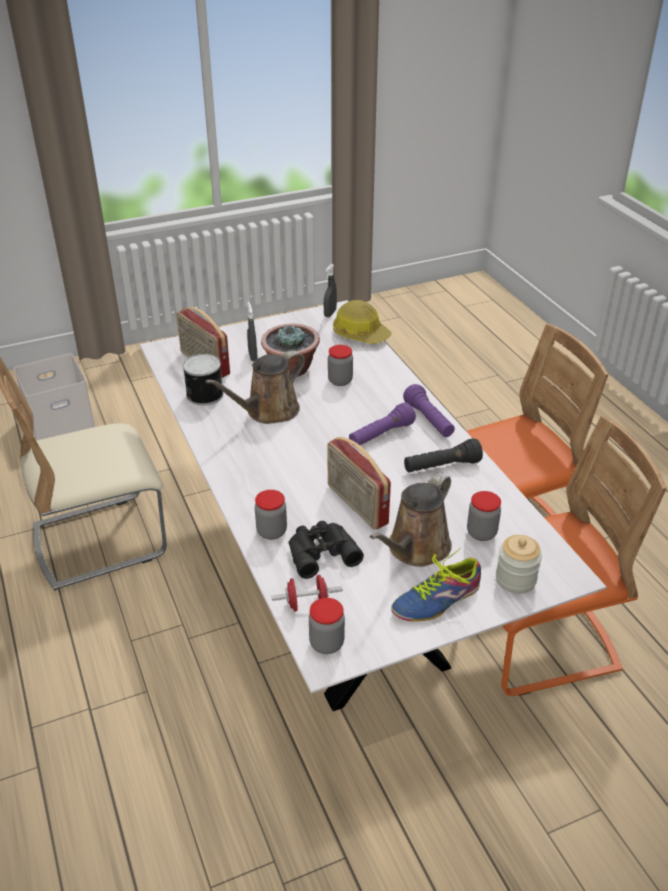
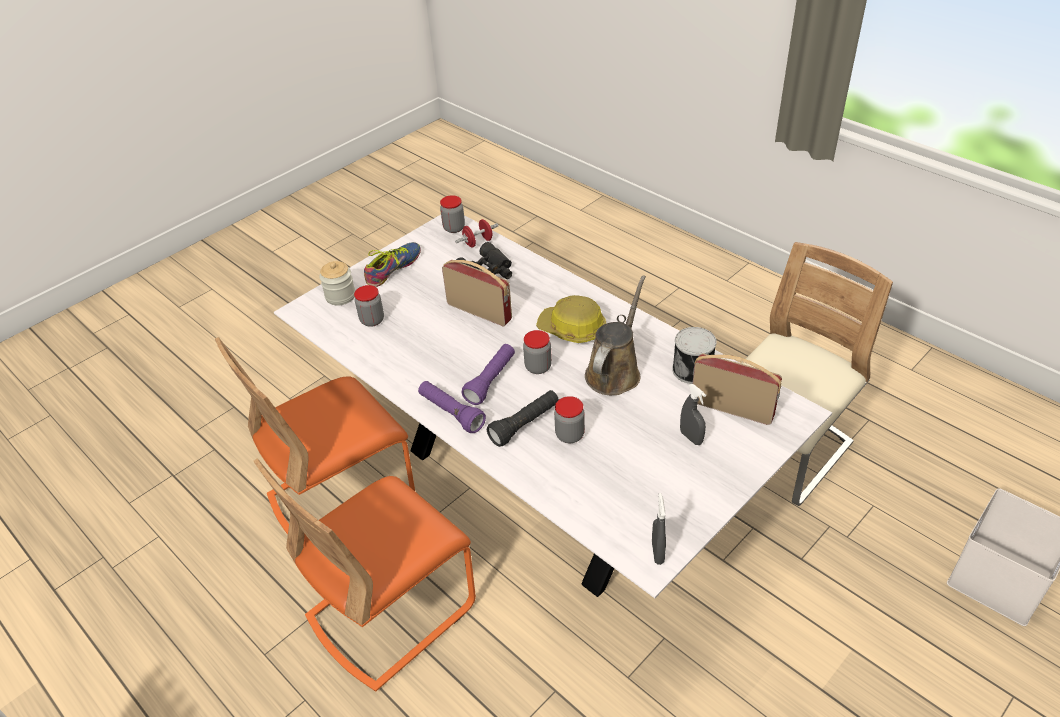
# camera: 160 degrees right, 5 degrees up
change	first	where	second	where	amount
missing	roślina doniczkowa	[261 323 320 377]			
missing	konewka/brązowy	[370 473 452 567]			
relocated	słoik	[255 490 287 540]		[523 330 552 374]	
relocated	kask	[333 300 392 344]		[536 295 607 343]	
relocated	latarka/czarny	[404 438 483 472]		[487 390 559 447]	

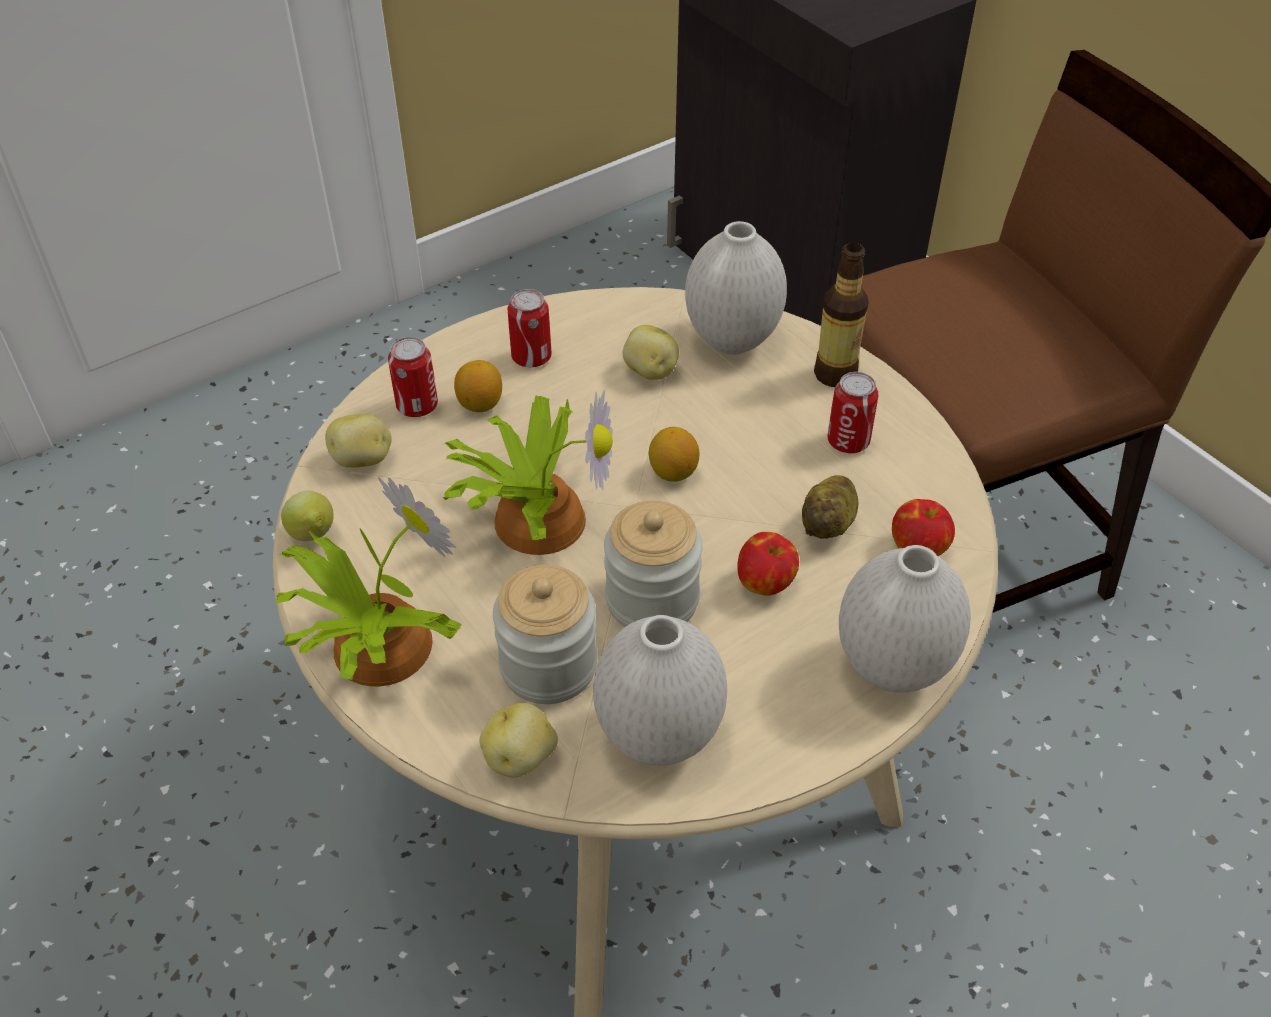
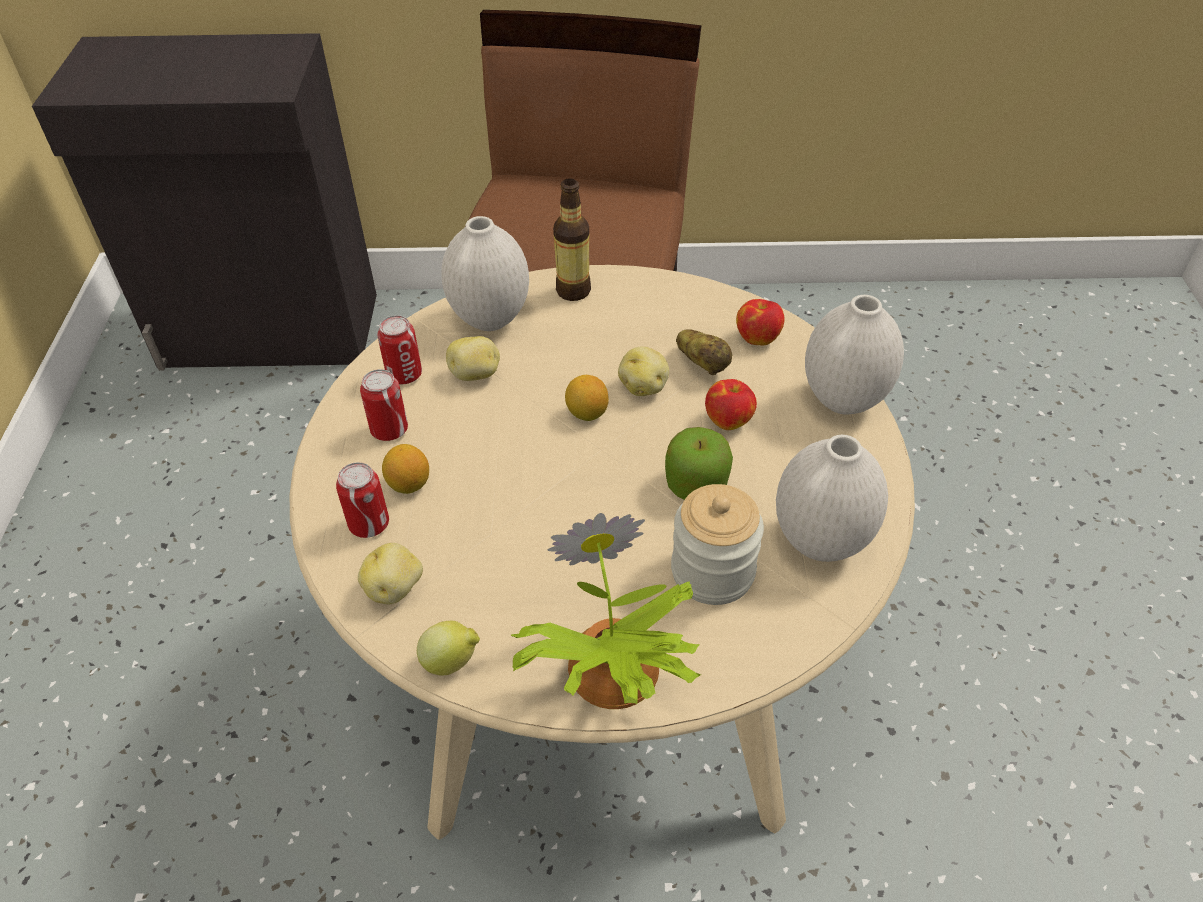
# camera: 55 degrees left, 0 degrees up
change	first	where	second	where	amount
missing	roślina doniczkowa	[443 390 613 555]			
relocated	ziemniak	[479 703 558 778]		[618 347 669 396]	
relocated	puszka	[827 372 878 453]		[377 315 422 384]	
exchanged	słoik	[604 500 703 627]	jabłko	[665 427 733 500]	

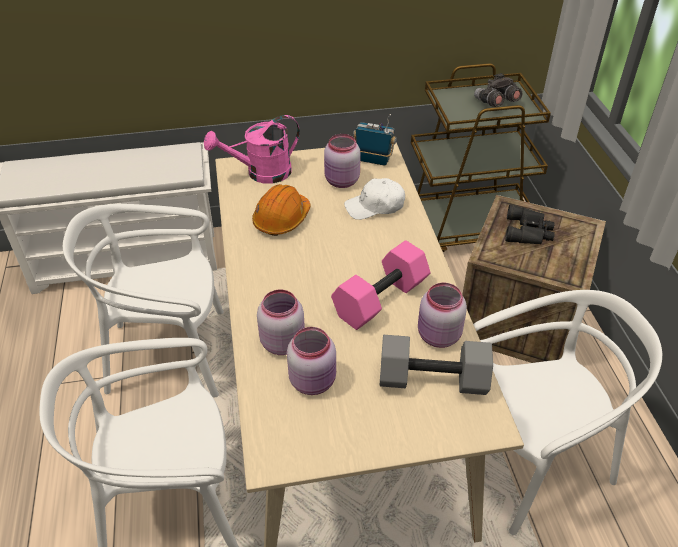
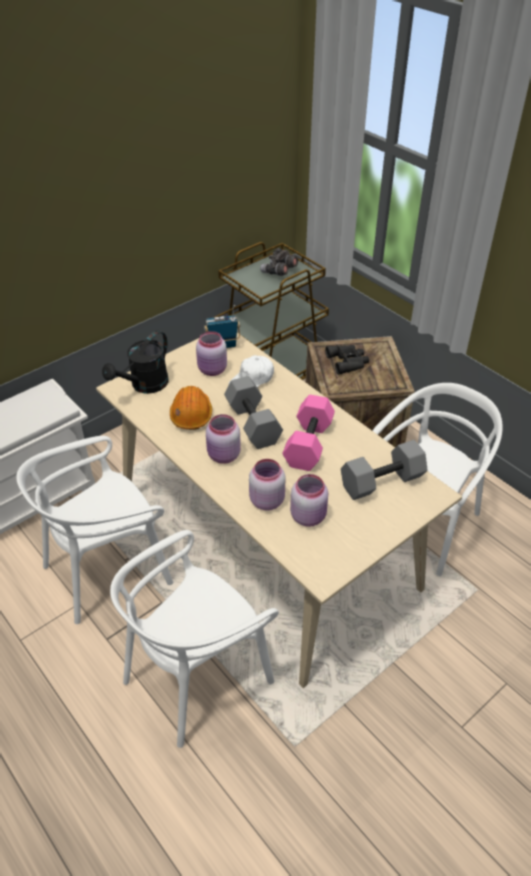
# camera: 30 degrees left, 0 degrees up
change	first	where	second	where	amount
appeared			hantel/szary	[224 376 283 449]	
relocated	słoik/różowy	[418 283 467 348]		[206 414 241 464]	
colour	konewka/różowy	[204 115 300 184]	konewka/czarny	[102 331 169 394]	

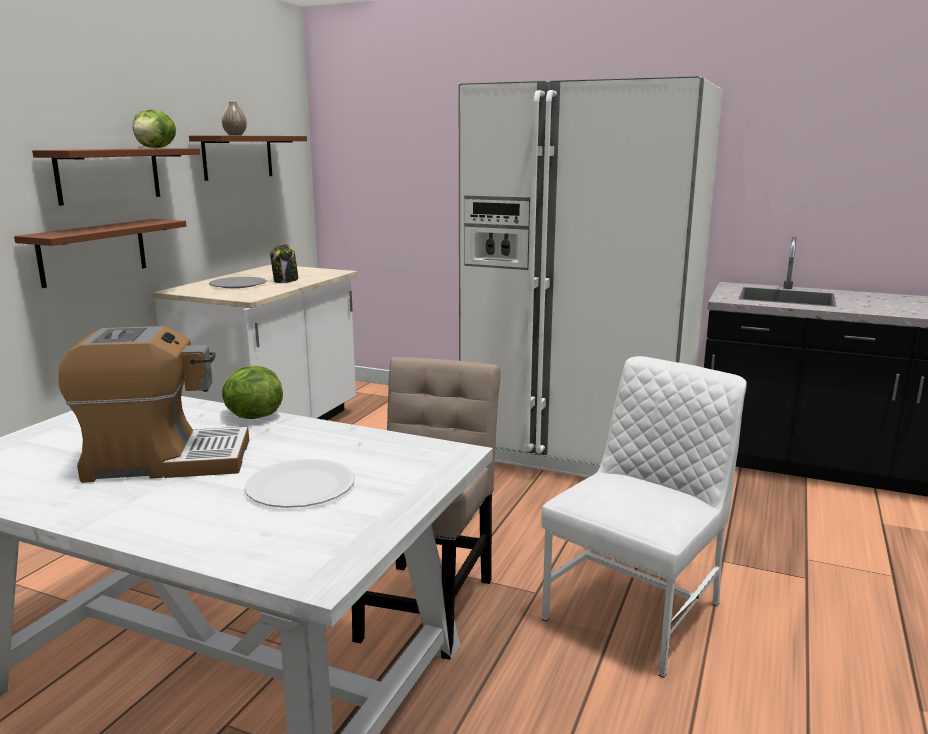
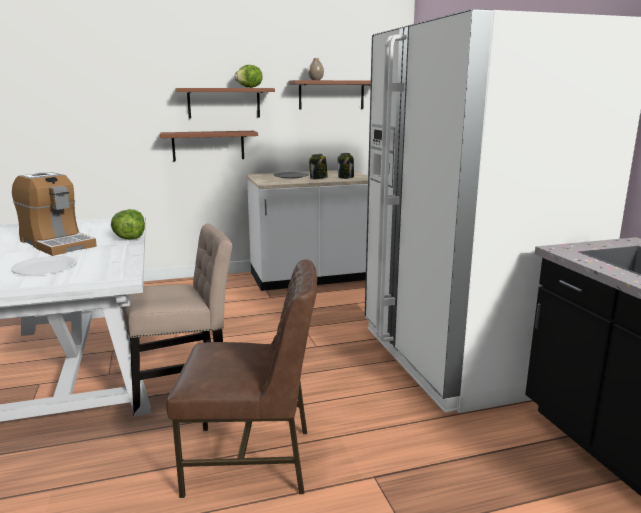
# camera: 50 degrees right, 0 degrees up
change	first	where	second	where	amount
appeared			słoik	[338 153 354 179]	
colour	krzesło/biały	[541 356 747 678]	krzesło/brązowy	[166 260 317 498]	

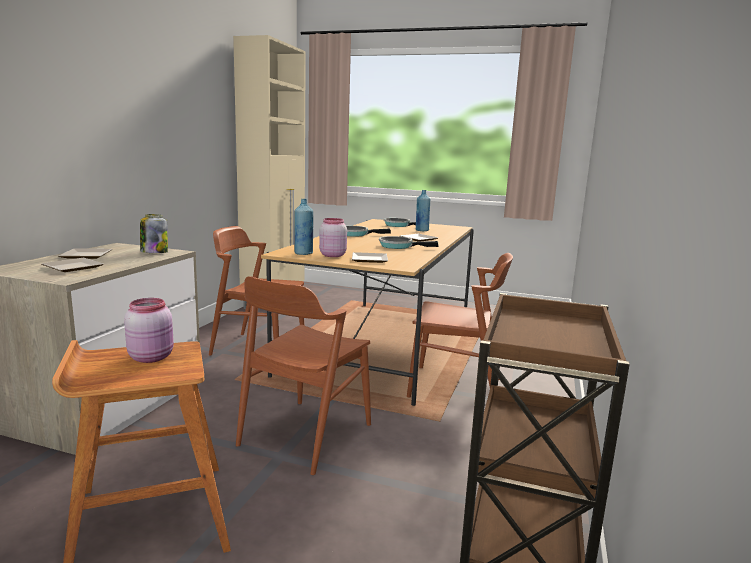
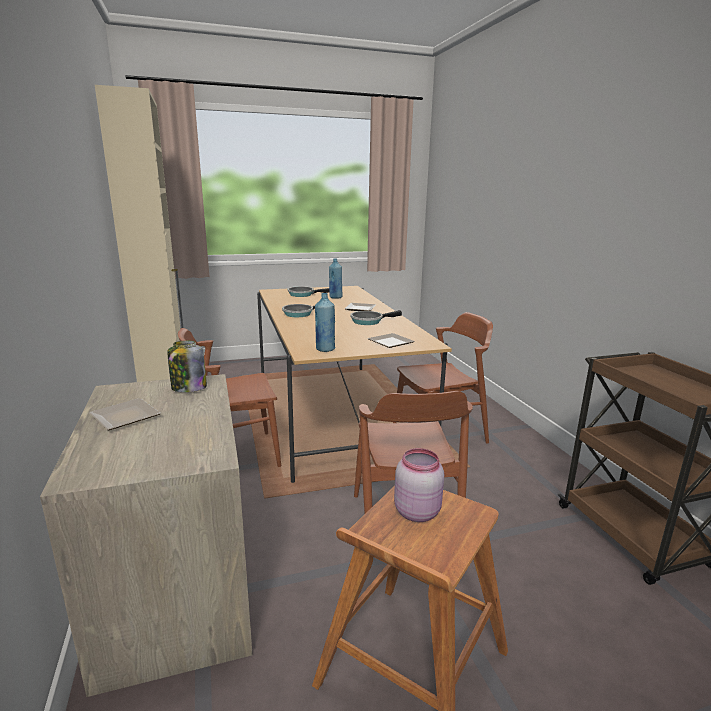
# camera: 35 degrees left, 5 degrees up
change	first	where	second	where	amount
missing	talerz	[42 258 104 272]			
missing	słoik/różowy	[319 218 347 257]			

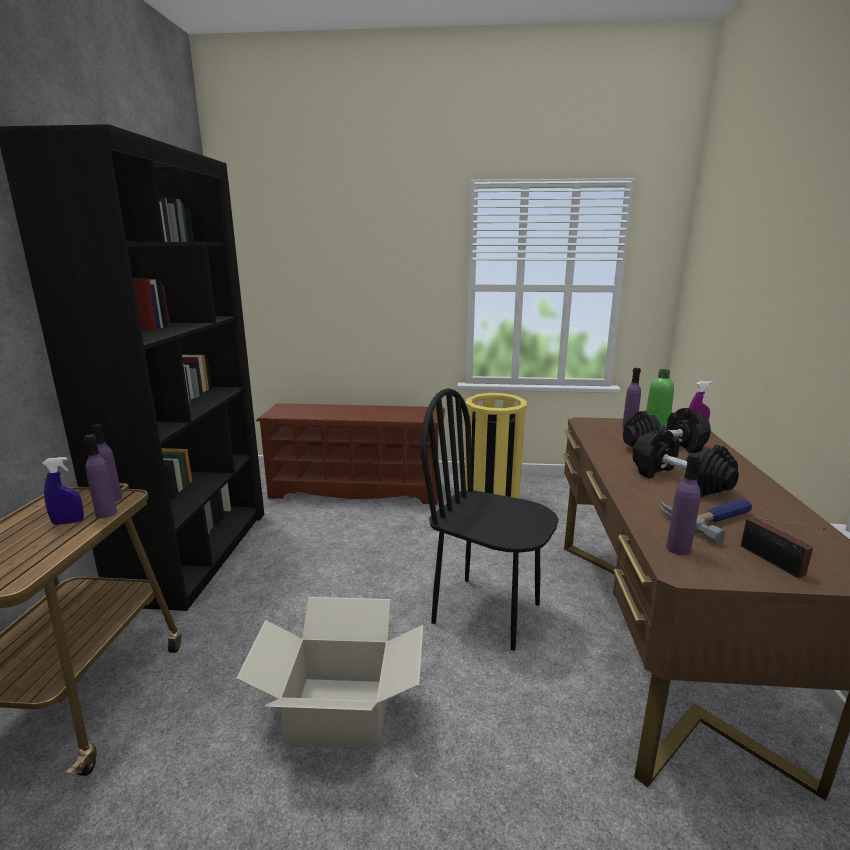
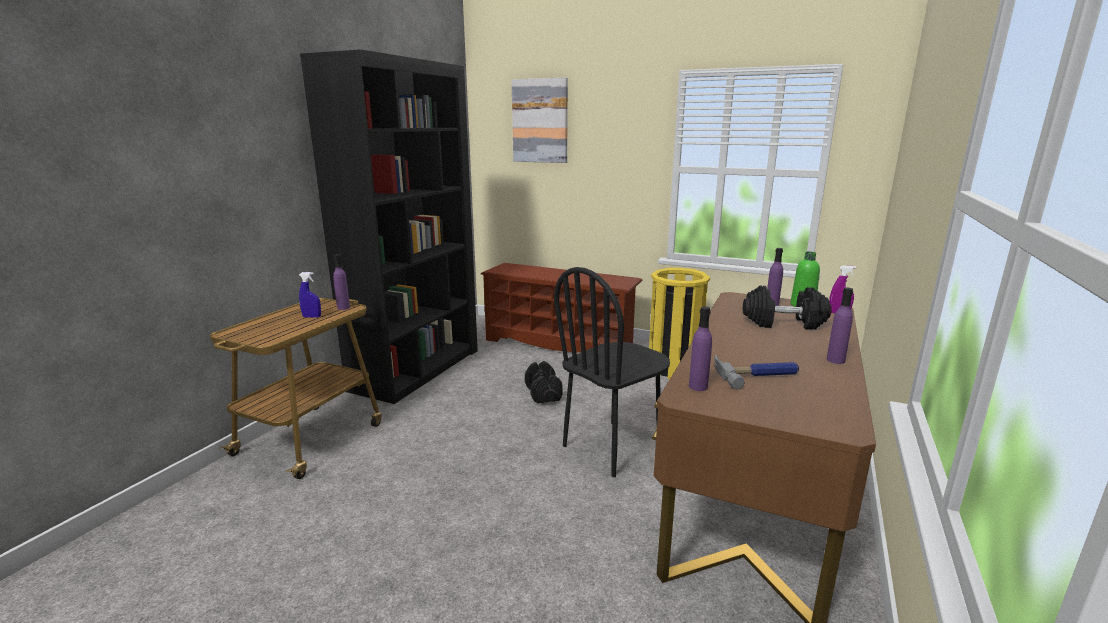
# camera: 20 degrees right, 0 degrees up
change	first	where	second	where	amount
missing	karton	[236 597 423 748]			
missing	radio	[741 518 826 578]			
appeared			obraz	[511 78 568 163]	
relocated	butelka/fioletowy	[84 434 117 518]		[827 288 853 364]	
relocated	hantel/czarny	[633 428 739 497]		[525 361 563 403]	
spun	krzesło/czarny	[420 388 559 651]		[554 267 670 477]	90 degrees counterclockwise

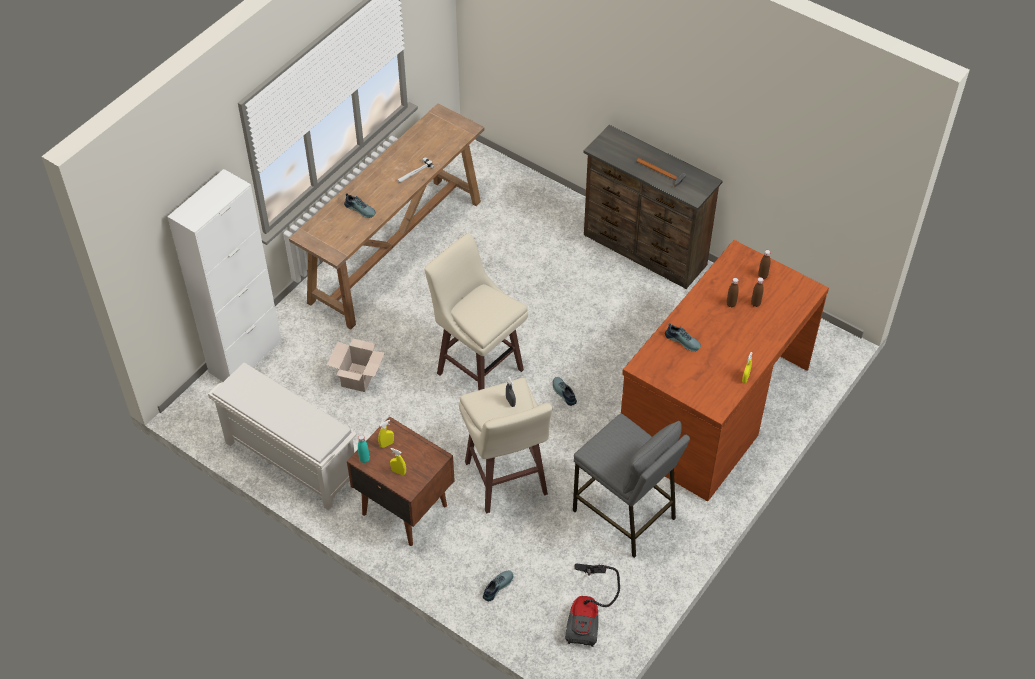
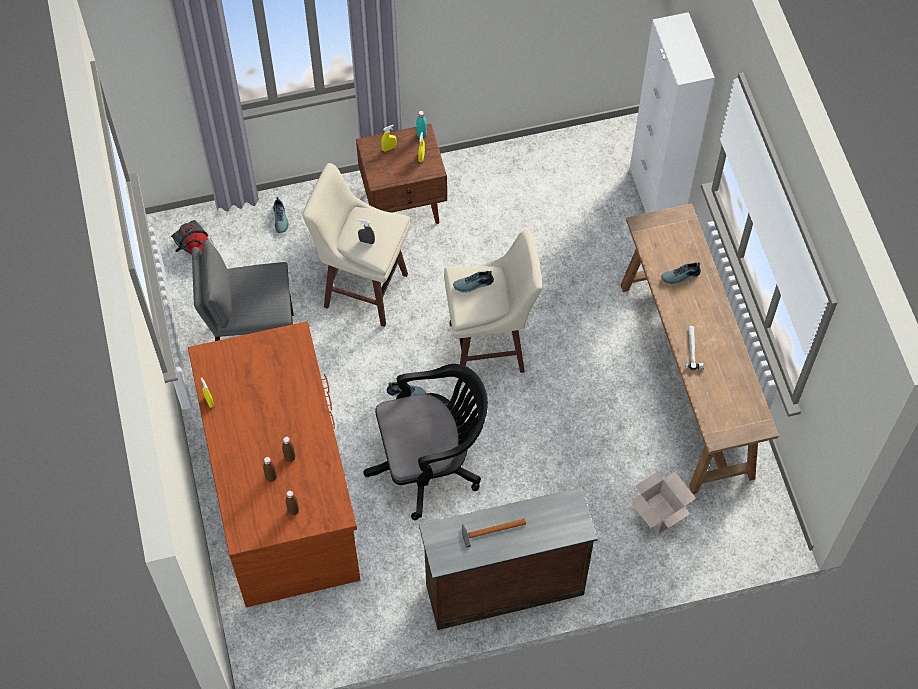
# camera: 130 degrees right, 10 degrees up
change	first	where	second	where	amount
missing	regał na buty/biały	[208 363 357 511]			
appeared			krzesło biurowe/czarny	[363 364 488 520]	
relocated	karton	[327 339 385 392]		[630 472 696 534]	
relocated	but	[665 323 701 351]		[453 271 494 293]	

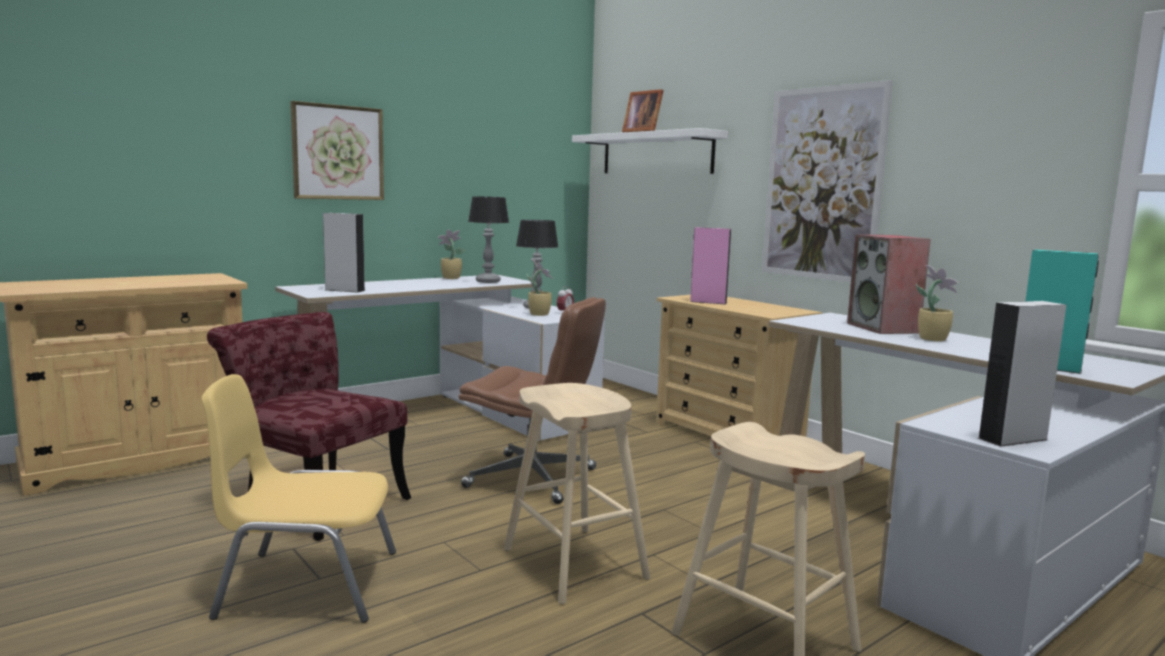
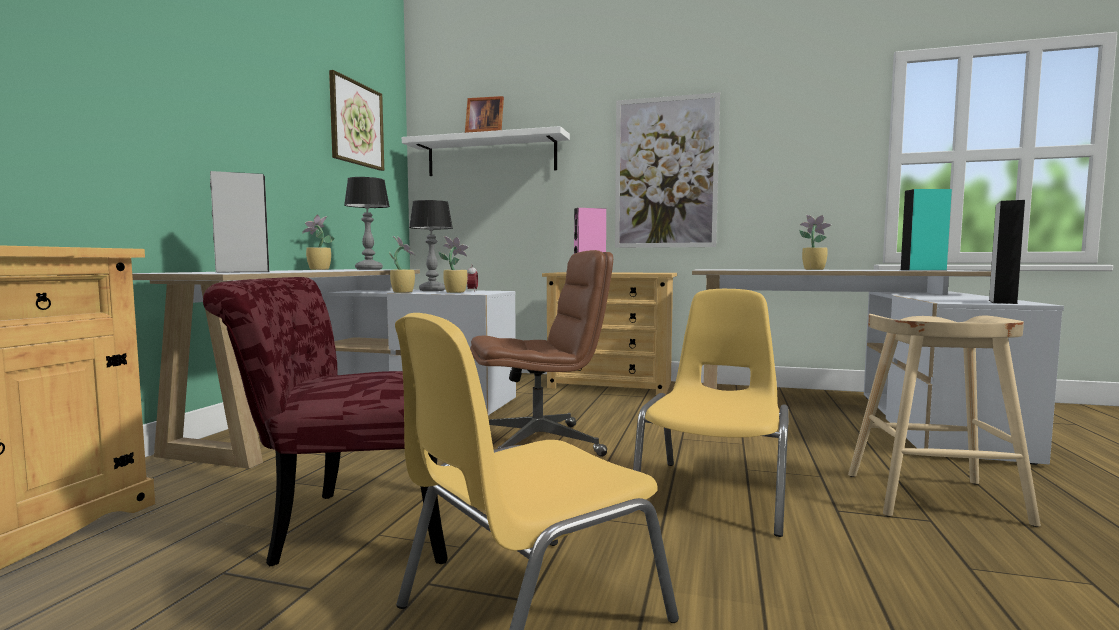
# camera: 35 degrees left, 5 degrees down
change	first	where	second	where	amount
missing	głośnik	[847 234 931 334]			
appeared			roślina doniczkowa	[389 236 416 293]	
relocated	obraz	[290 101 384 200]		[329 70 384 171]	
exchanged	stołek/beżowy	[504 383 650 604]	krzesło/żółty	[633 289 789 537]	

